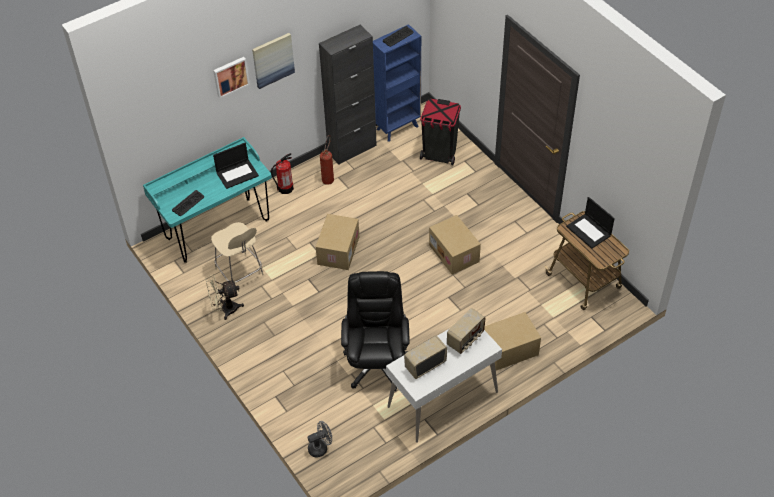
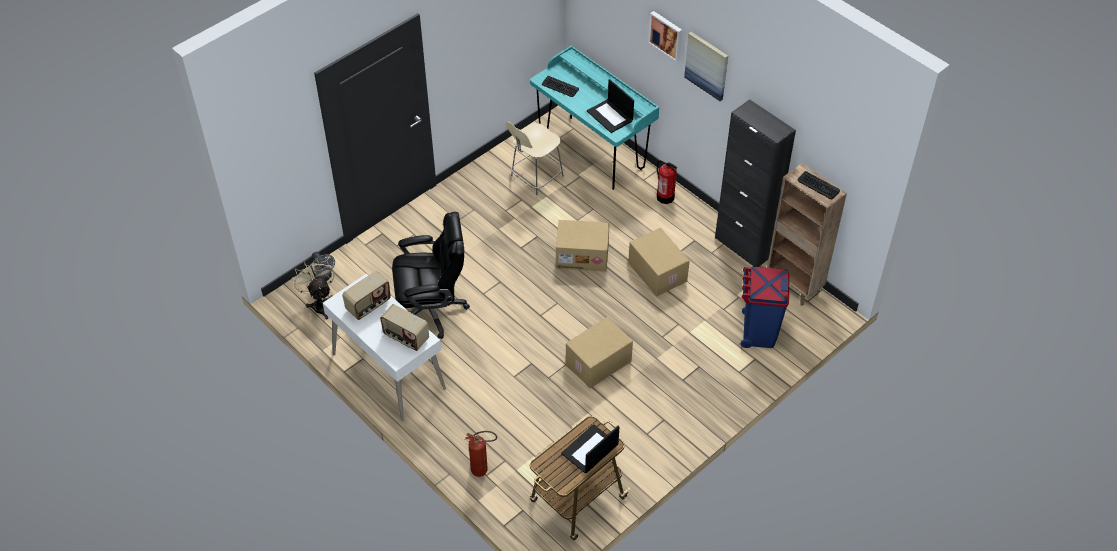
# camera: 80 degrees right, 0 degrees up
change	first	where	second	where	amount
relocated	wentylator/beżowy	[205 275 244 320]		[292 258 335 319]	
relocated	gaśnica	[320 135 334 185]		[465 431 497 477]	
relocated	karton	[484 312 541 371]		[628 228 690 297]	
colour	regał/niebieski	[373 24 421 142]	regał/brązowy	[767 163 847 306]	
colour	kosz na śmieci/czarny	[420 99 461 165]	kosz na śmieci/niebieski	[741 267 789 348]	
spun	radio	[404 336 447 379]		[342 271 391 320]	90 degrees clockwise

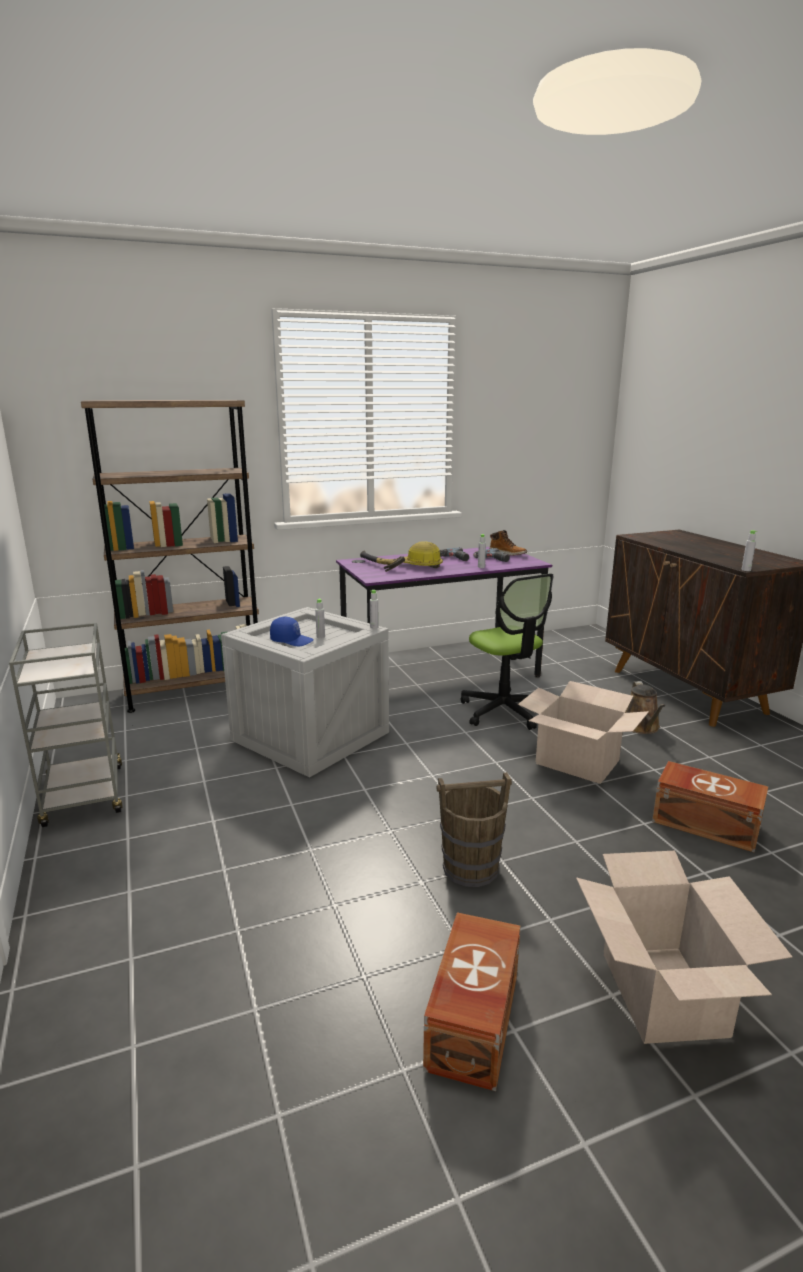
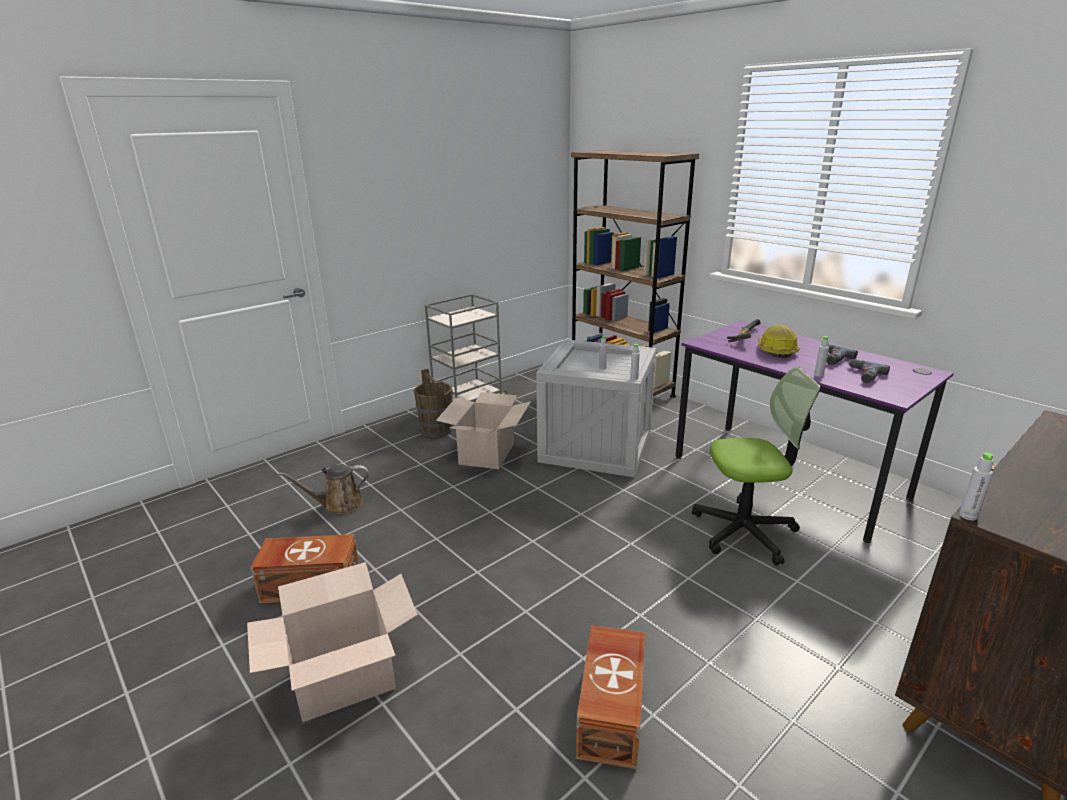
# camera: 70 degrees right, 5 degrees up
change	first	where	second	where	amount
missing	czapka z daszkiem/niebieski	[270 617 314 646]			
missing	but z cholewką	[490 530 527 556]			
relocated	wiadro/brązowy	[436 772 512 887]		[414 369 453 438]	
relocated	karton	[518 681 649 784]		[436 392 531 469]	
relocated	konewka/brązowy	[625 681 665 734]		[278 464 369 514]	
spun	krzesło biurowe	[461 574 553 730]		[692 367 821 566]	135 degrees counterclockwise

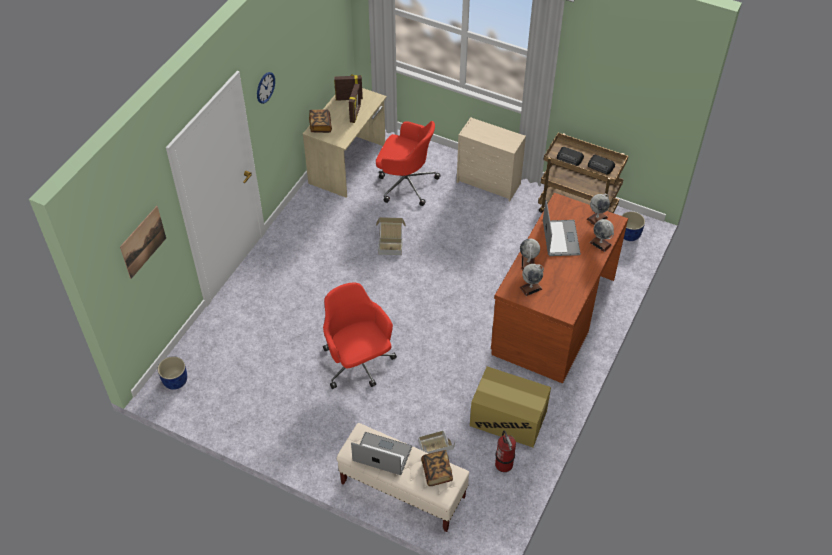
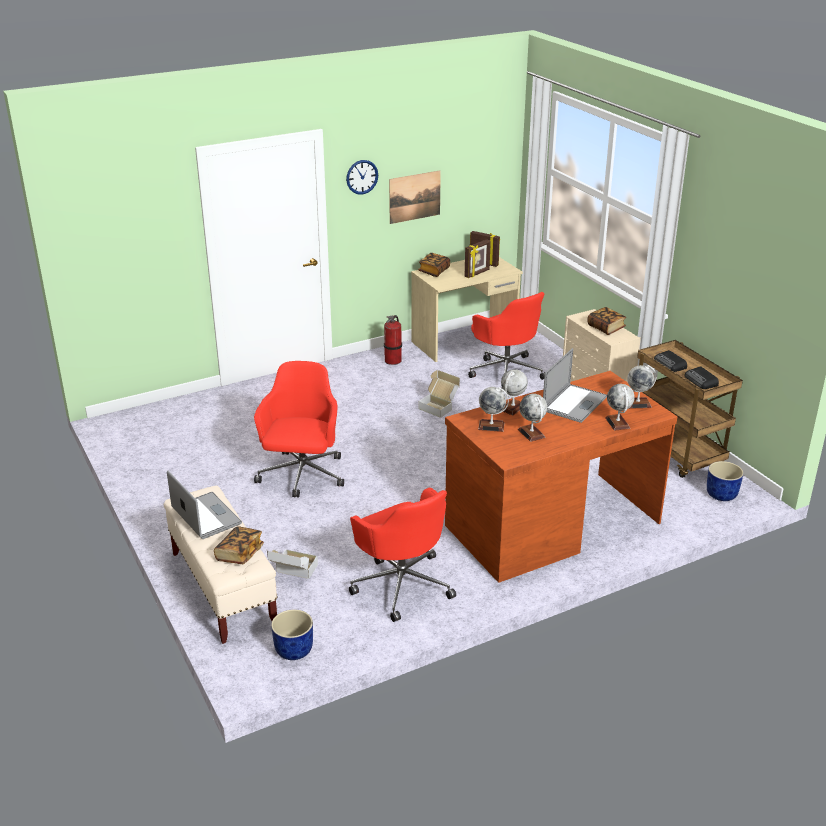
# camera: 35 degrees right, 20 degrees down
change	first	where	second	where	amount
appeared			globus	[518 394 547 442]	
appeared			książka	[587 307 626 335]	
relocated	obraz	[120 206 166 279]		[389 170 441 224]	
relocated	donica/niebieski	[157 356 187 390]		[271 609 313 660]	
relocated	gaśnica	[495 430 516 472]		[384 315 402 365]	
exchanged	karton	[470 366 551 447]	krzesło biurowe/czerwony	[349 488 456 622]	

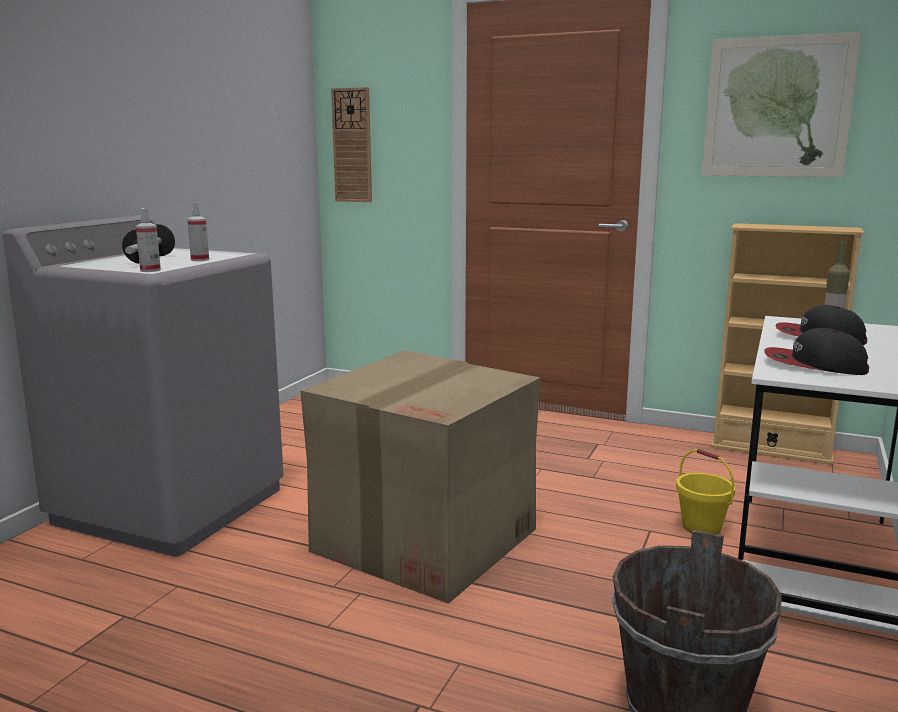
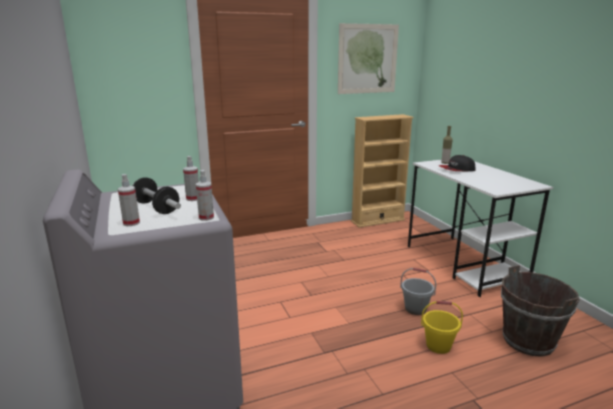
# camera: 45 degrees left, 5 degrees up
change	first	where	second	where	amount
missing	karton	[300 350 541 604]			
missing	zegar ścienny	[331 87 372 202]			
missing	czapka z daszkiem	[764 328 869 375]			
appeared			spryskiwacz	[118 174 140 226]	
appeared			wiadro/szary	[400 268 436 315]	
relocated	wiadro/żółty	[676 449 735 535]		[421 301 463 354]	

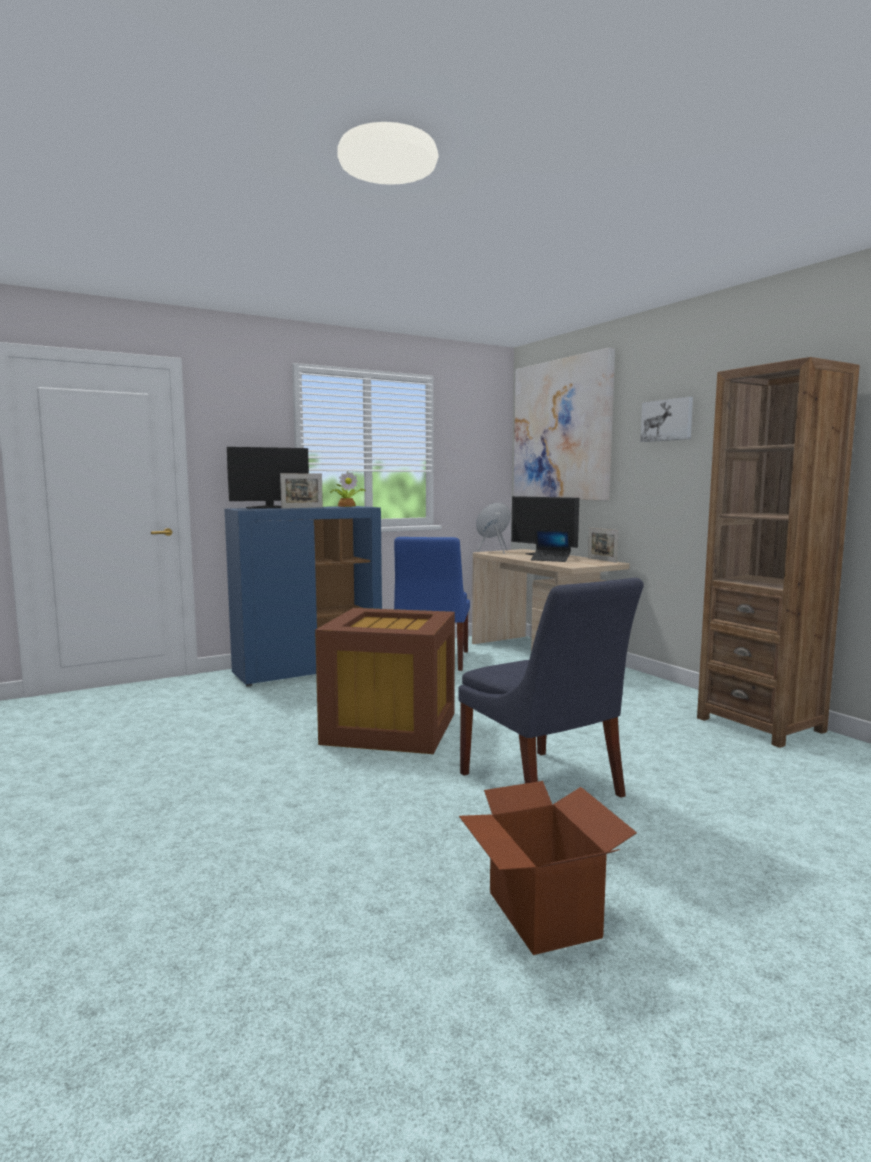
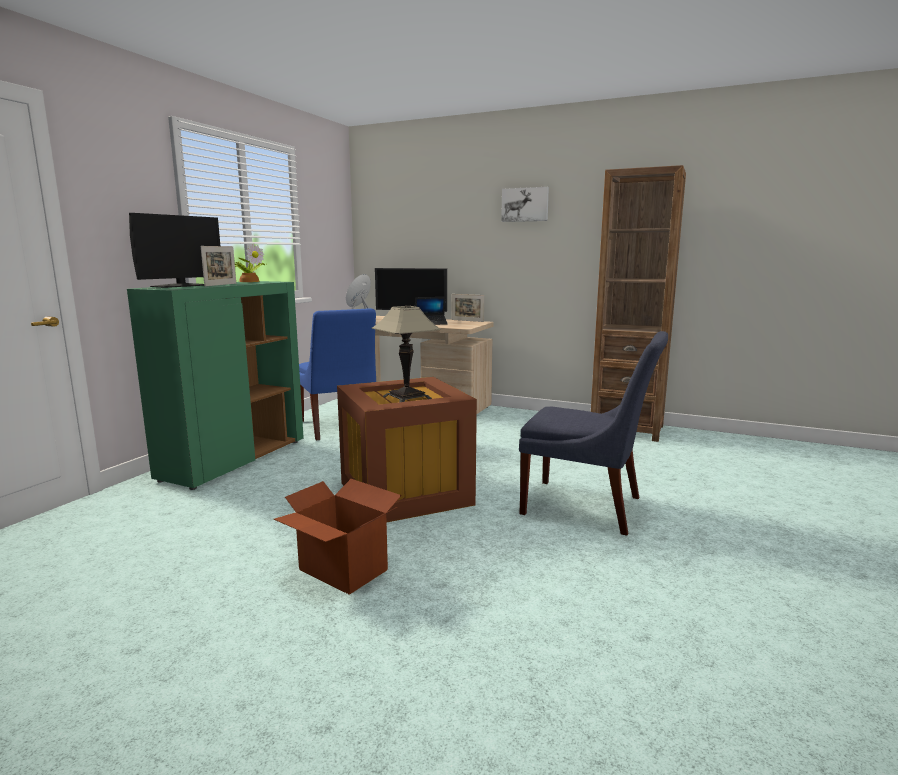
# camera: 35 degrees left, 5 degrees up
change	first	where	second	where	amount
missing	obraz	[513 348 615 501]			
appeared			lampa stołowa	[371 306 441 402]	
relocated	karton	[459 781 637 955]		[274 479 402 595]	
colour	szafka/niebieski	[225 506 382 687]	szafka/zielony	[127 281 304 490]	

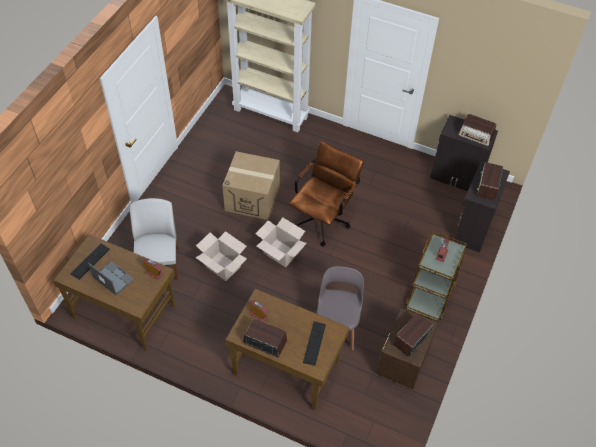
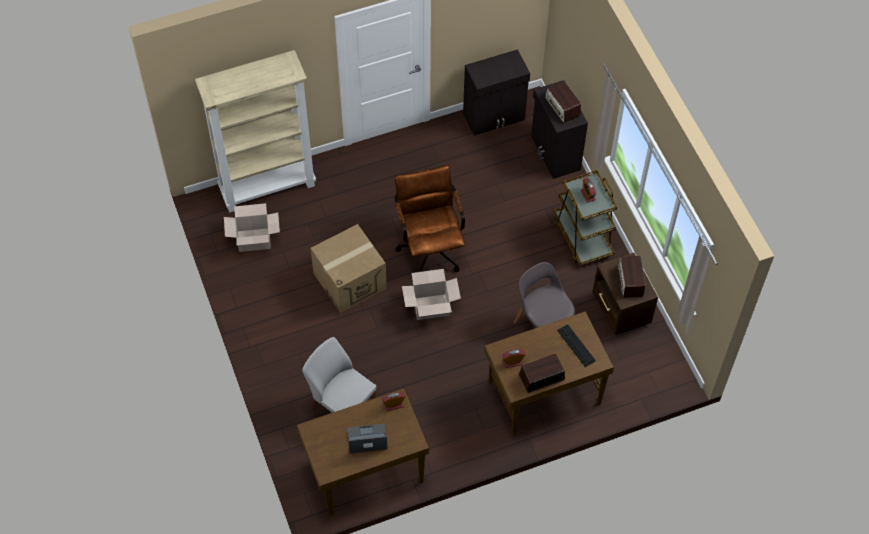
# camera: 45 degrees left, 5 degrees up
change	first	where	second	where	amount
missing	klawiatura	[71 244 110 280]			
missing	radio	[458 114 496 146]			
relocated	karton	[196 231 247 281]		[224 203 280 252]	

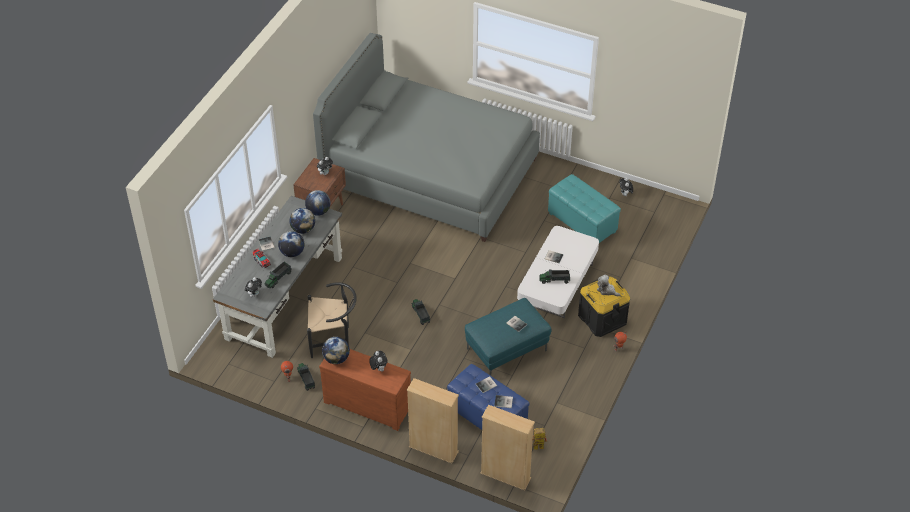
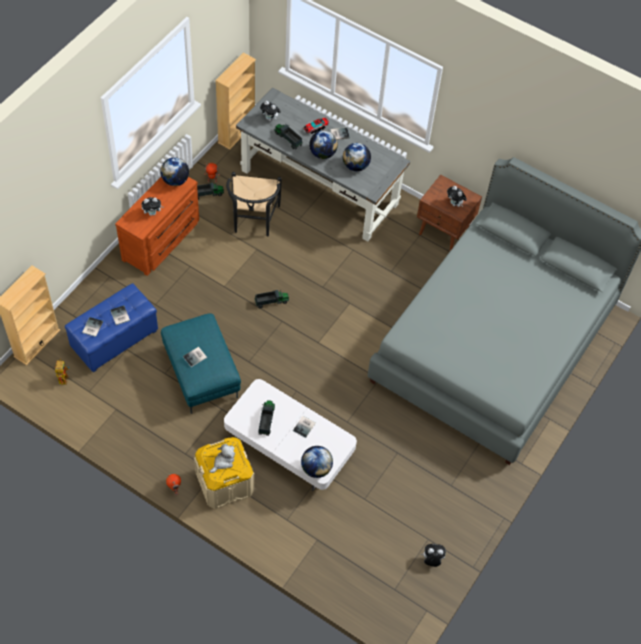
# camera: 95 degrees right, 10 degrees up
change	first	where	second	where	amount
missing	pufa/turkusowy	[548 174 621 243]			
relocated	globus	[305 190 331 216]		[301 446 333 478]	
relocated	regał/beżowy	[407 378 459 463]		[215 53 256 150]	
colour	pojemnik do przechowywania/czarny	[578 276 630 337]	pojemnik do przechowywania/beżowy	[194 437 254 509]	

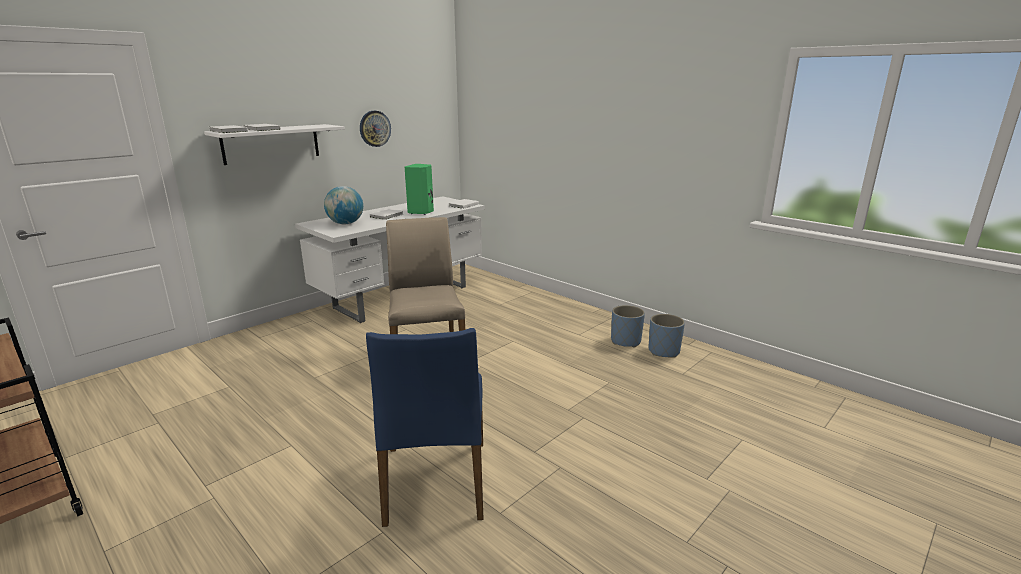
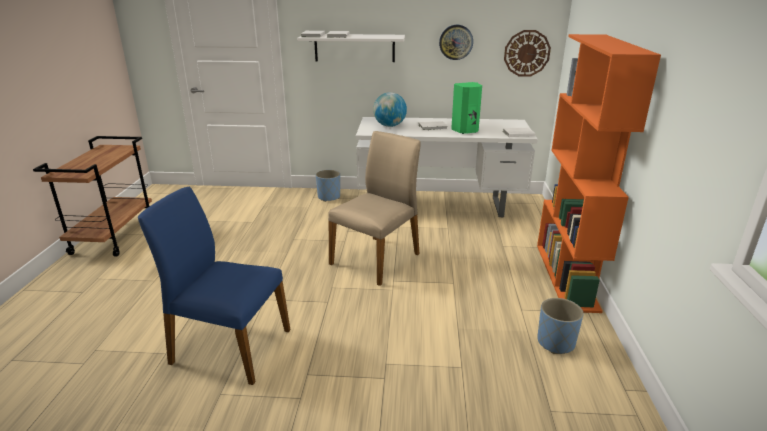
# camera: 50 degrees right, 5 degrees up
change	first	where	second	where	amount
appeared			zegar ścienny	[504 30 551 77]	
appeared			regał/pomarańczowy	[537 34 661 313]	
relocated	donica/niebieski	[649 314 685 357]		[316 170 340 202]	
spun	krzesło/niebieski	[366 328 484 527]		[138 187 291 385]	60 degrees clockwise

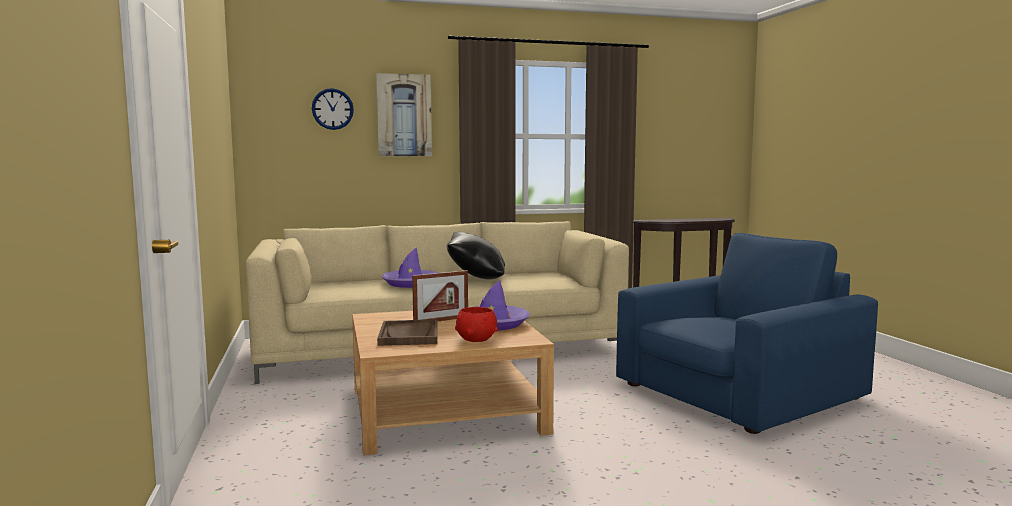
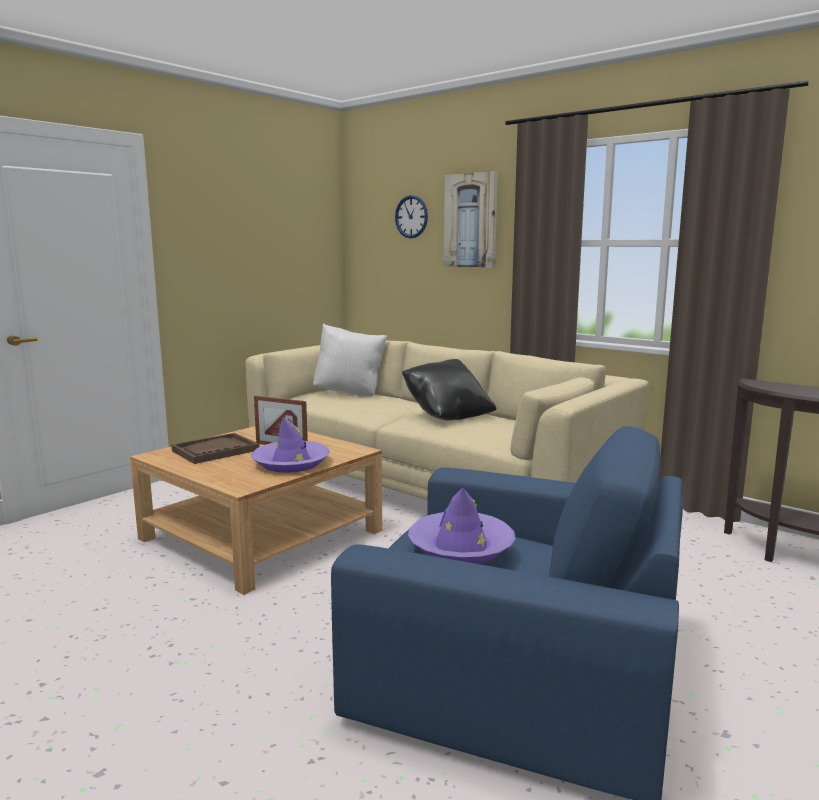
# camera: 55 degrees right, 5 degrees up
change	first	where	second	where	amount
missing	miska/czerwony	[455 307 498 342]			
appeared			poduszka/biały	[313 324 387 396]	
relocated	kapelusz/fioletowy	[382 247 437 288]		[408 487 516 564]	

